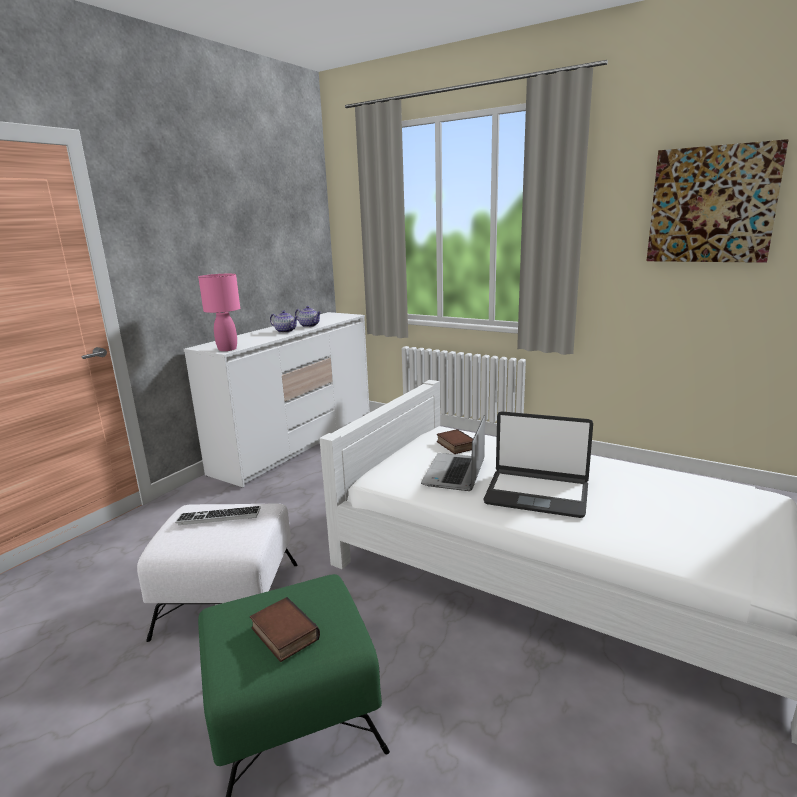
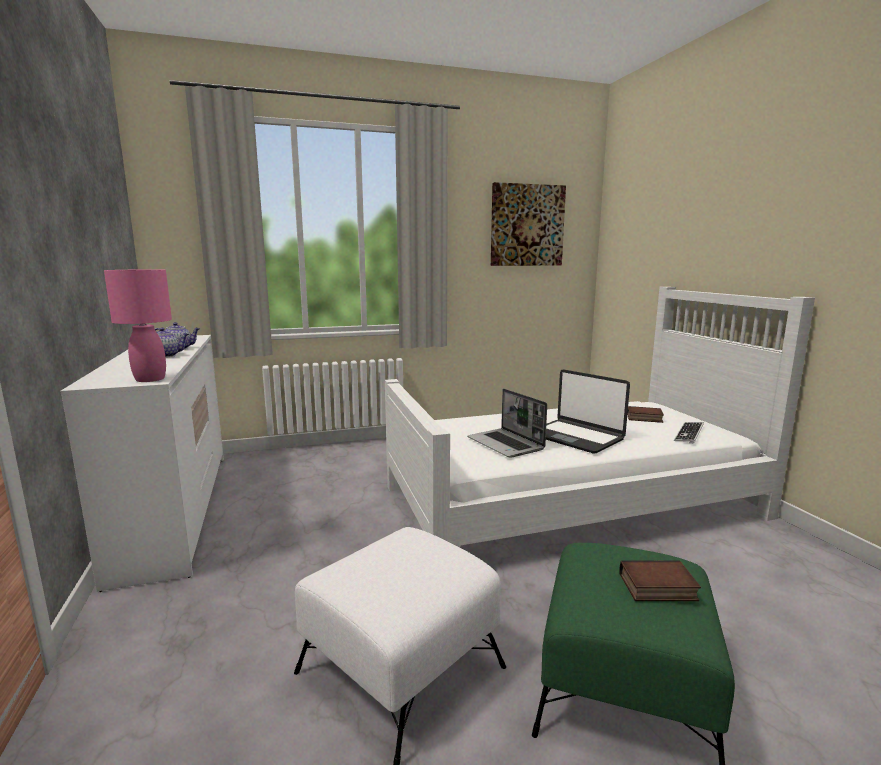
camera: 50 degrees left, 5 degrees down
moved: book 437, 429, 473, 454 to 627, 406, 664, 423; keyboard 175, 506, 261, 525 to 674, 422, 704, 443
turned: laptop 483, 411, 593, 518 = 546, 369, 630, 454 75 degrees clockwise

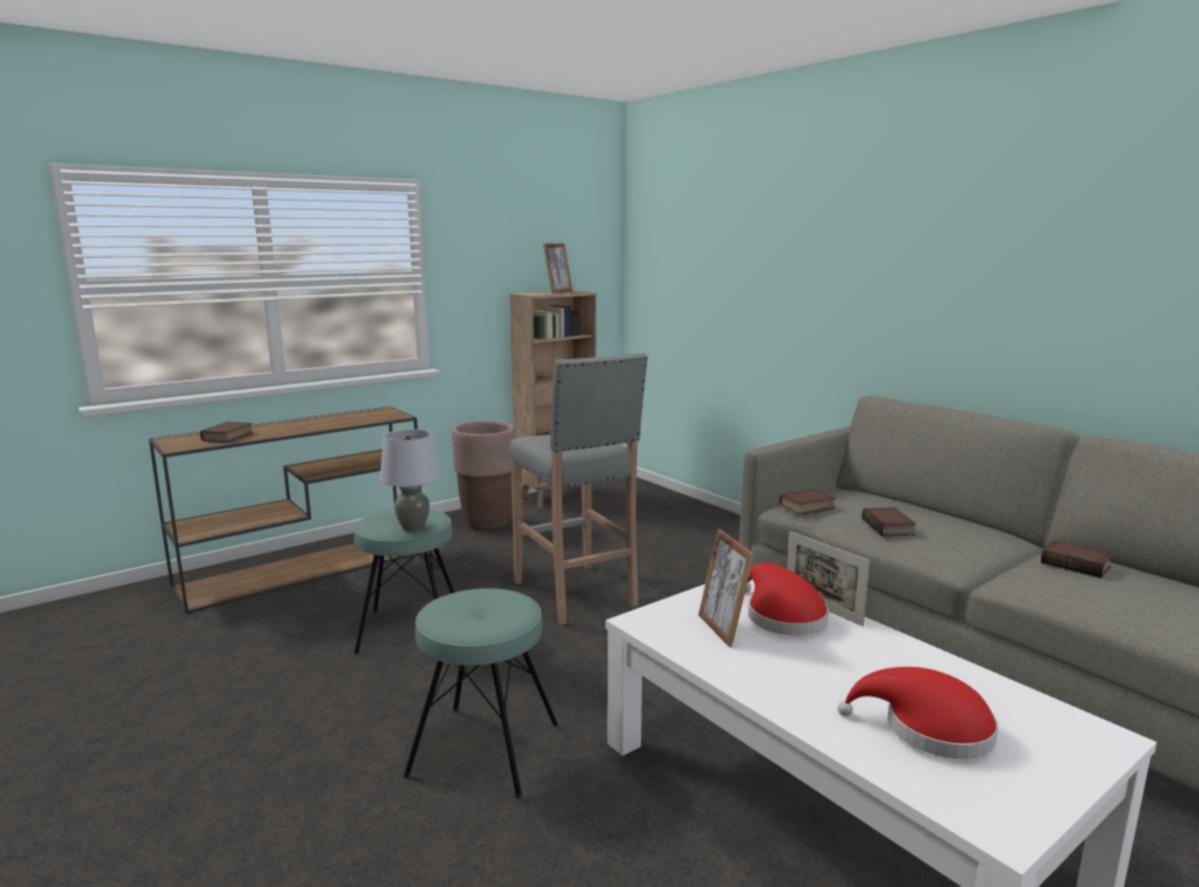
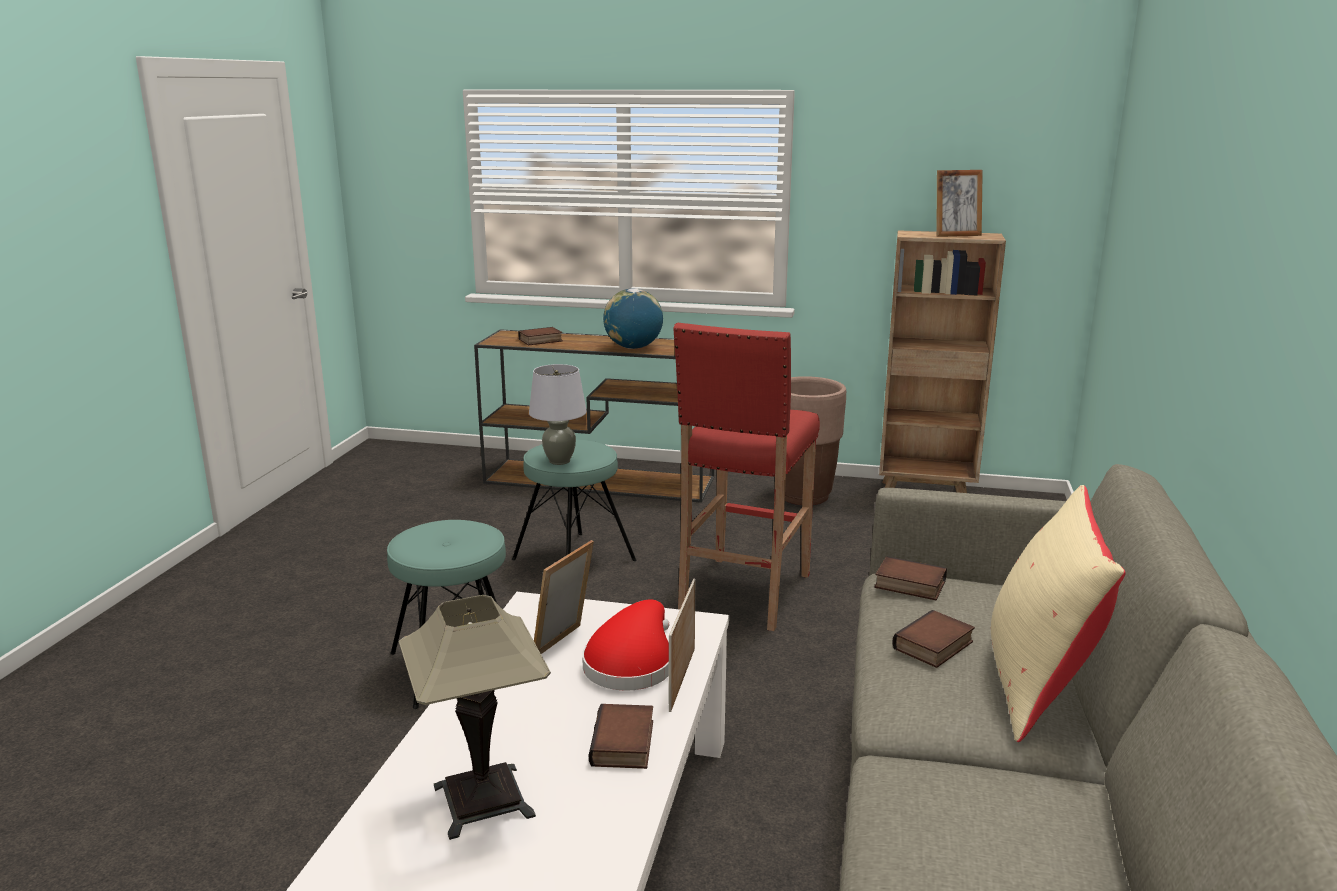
camera: 50 degrees right, 5 degrees up
added: globe 603, 288, 663, 349; beige pillow 991, 485, 1126, 742
moved: book 1041, 540, 1113, 578 to 589, 704, 653, 769
replaced: red hat 838, 667, 998, 759 to table lamp 399, 595, 551, 840
recoloured: grey stool 509, 353, 648, 625 to red stool 673, 322, 820, 631

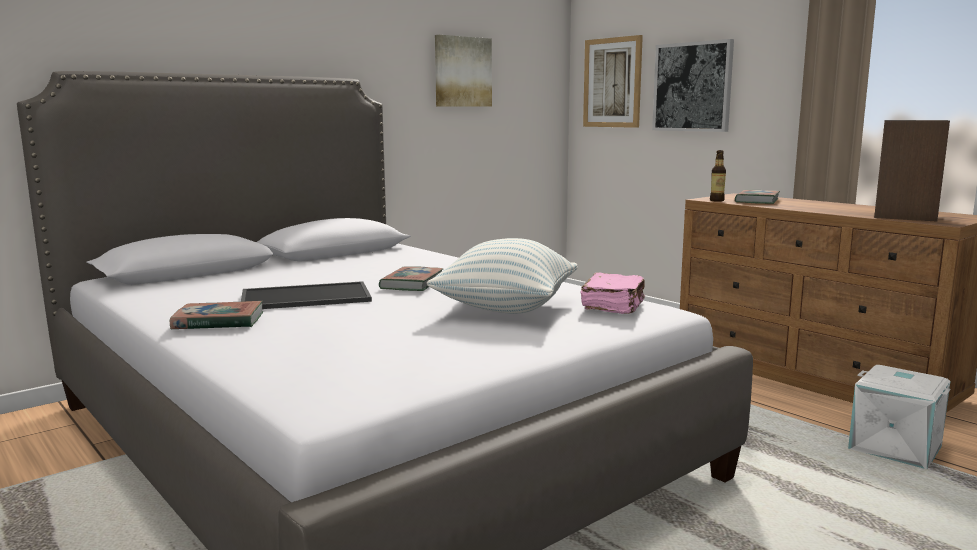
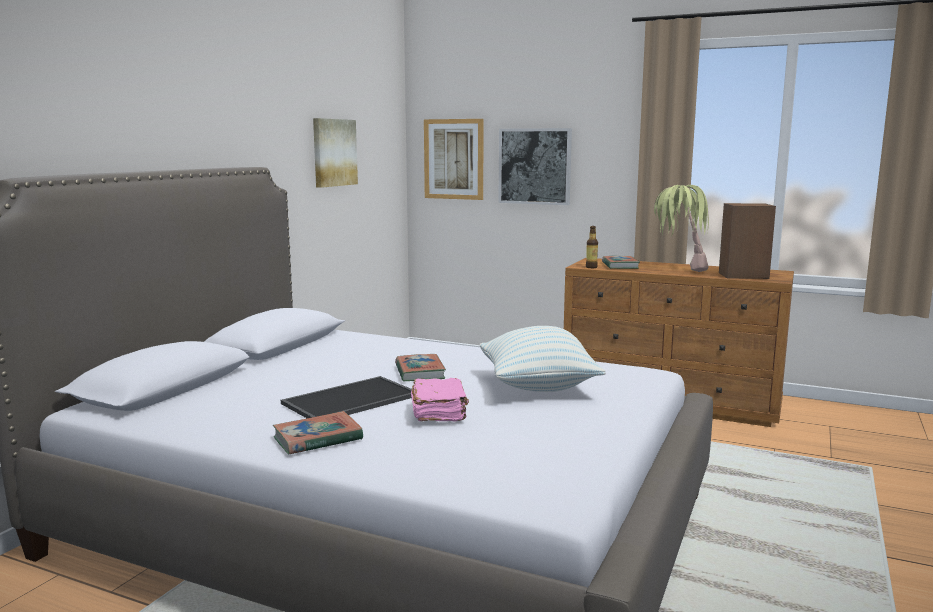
camera: 25 degrees left, 0 degrees up
removed: white storage box 848, 365, 950, 469
added: potted plant 654, 185, 709, 272
moved: pink book 580, 272, 645, 314 to 411, 378, 469, 422

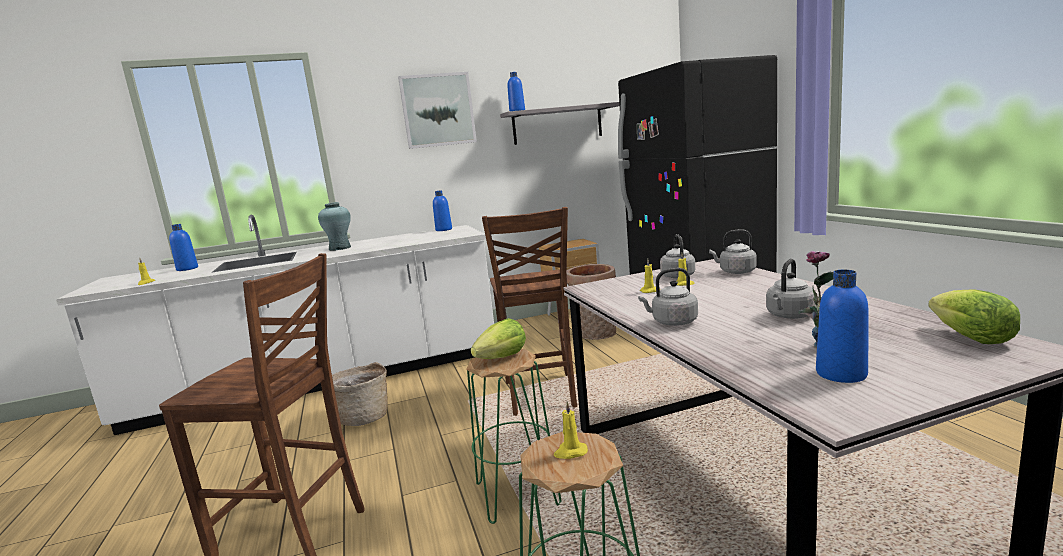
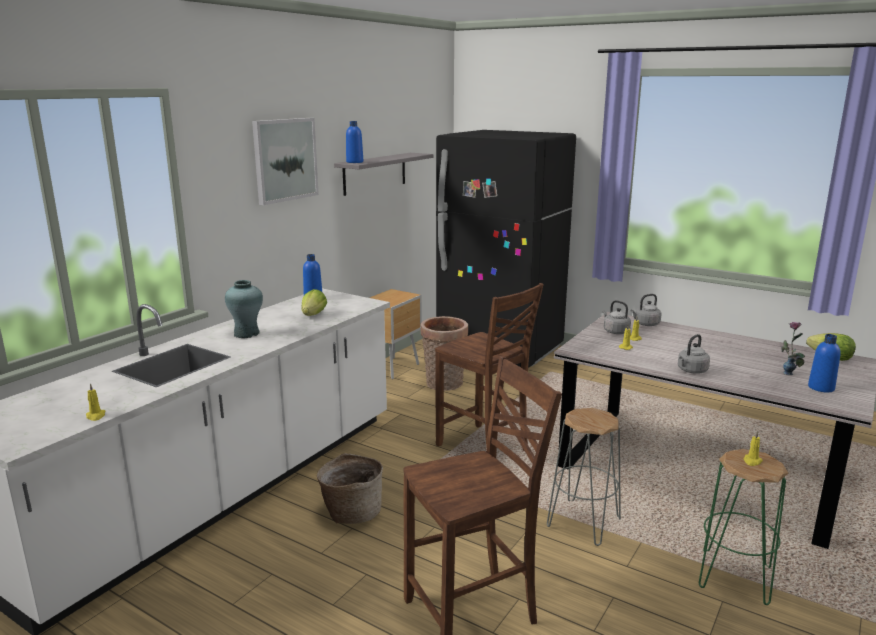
camera: 40 degrees left, 5 degrees up
removed: blue bottle 169, 224, 198, 271; grey kettle 766, 259, 816, 319
moved: lettuce 470, 318, 526, 359 to 302, 289, 327, 316
recoloured: green stool 466, 349, 561, 524 to grey stool 547, 408, 621, 546

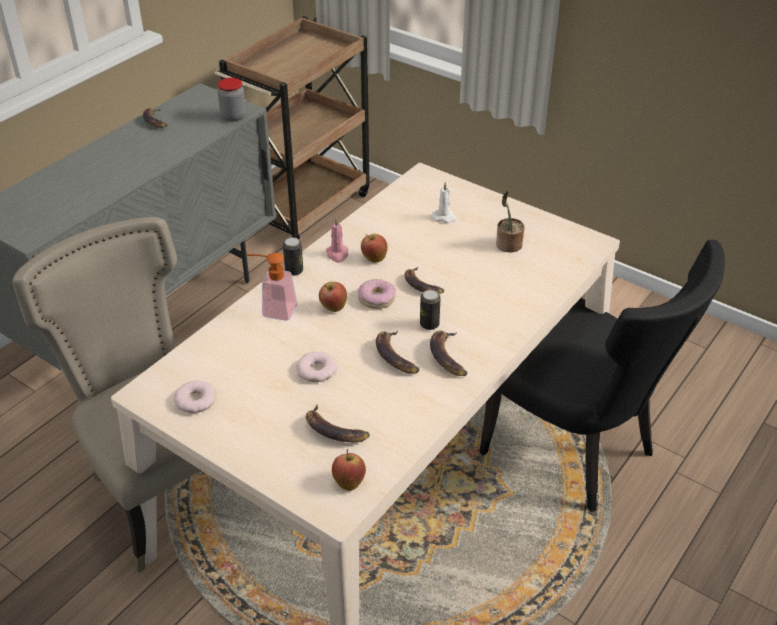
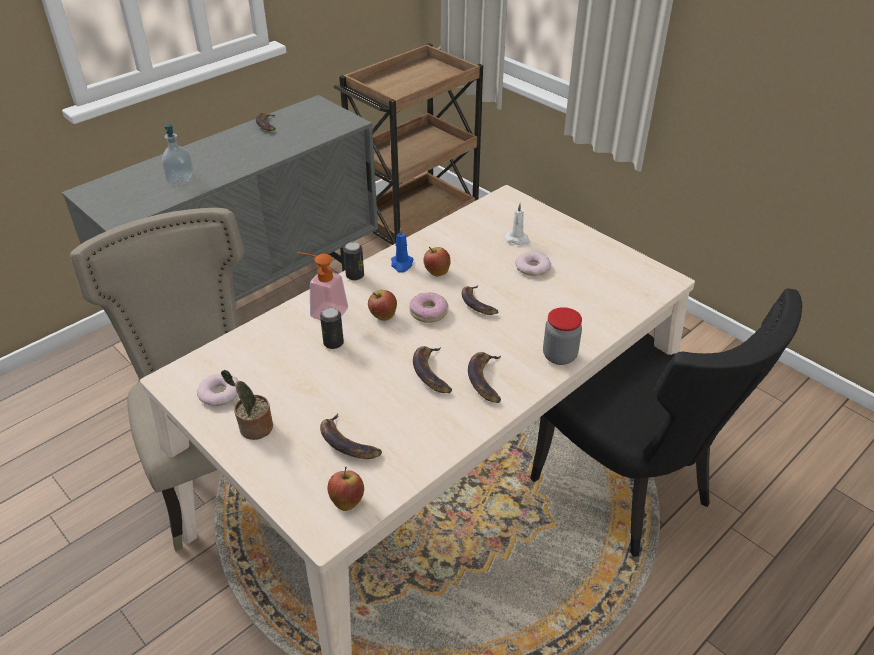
camera: 10 degrees right, 0 degrees up
added: soap dispenser 162, 124, 194, 183
moved: potted plant 496, 190, 525, 252 to 221, 369, 273, 440; can 420, 290, 441, 330 to 320, 307, 344, 349; donut 296, 352, 337, 382 to 515, 252, 551, 276; jar 217, 78, 246, 121 to 543, 307, 582, 365
recoloured: pink candle 326, 218, 348, 263 to blue candle 391, 227, 414, 273

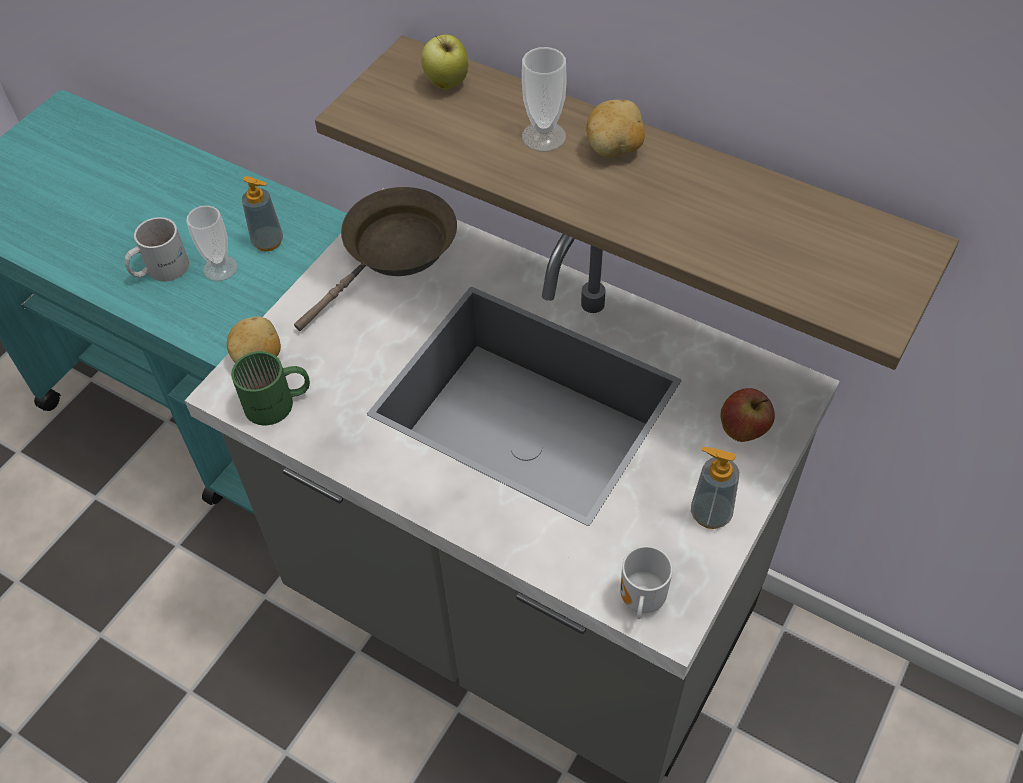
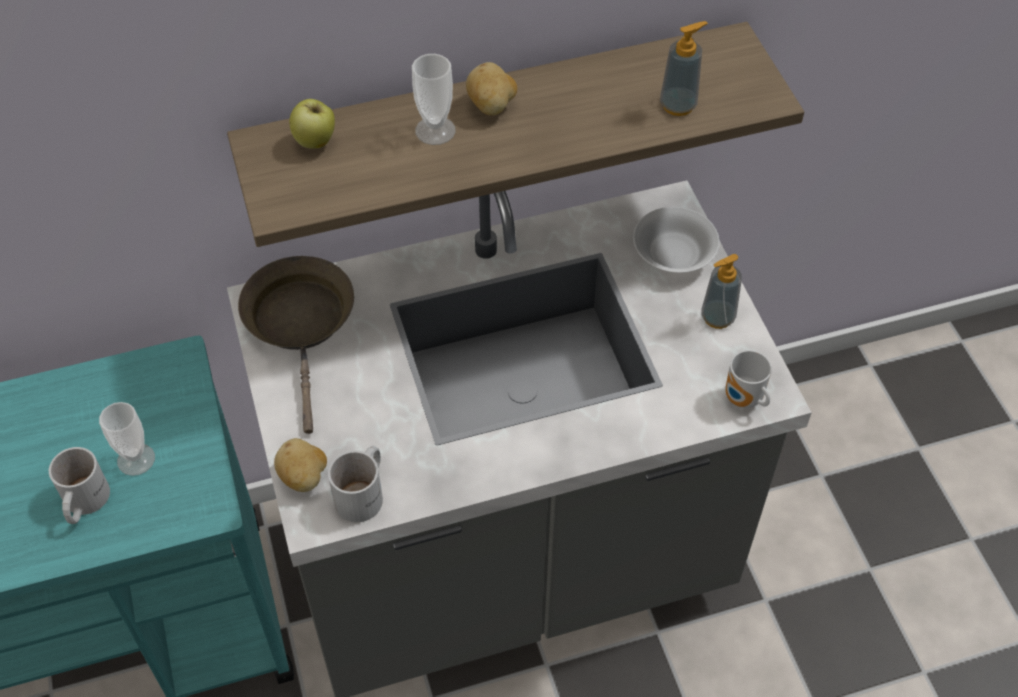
camera: 50 degrees left, 0 degrees up
moved: soap dispenser 242, 176, 283, 251 to 660, 21, 708, 116
replaced: apple 721, 388, 775, 442 to white bowl 633, 207, 720, 273
recoloured: green mug 231, 351, 310, 425 to white mug 328, 445, 383, 522

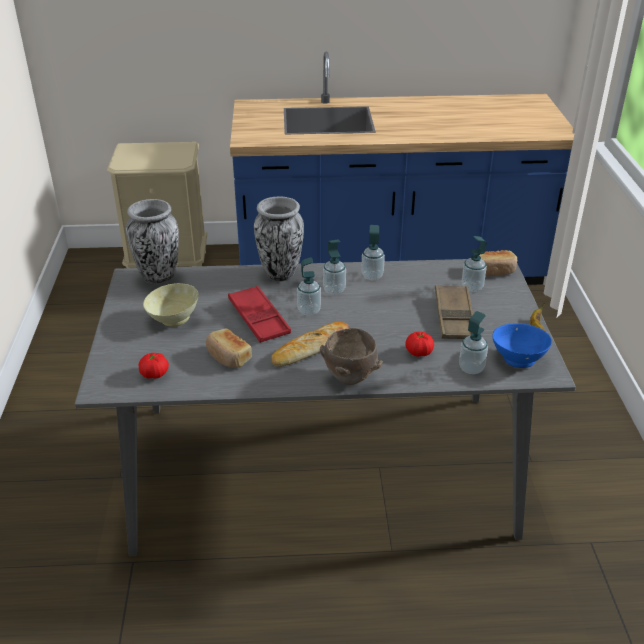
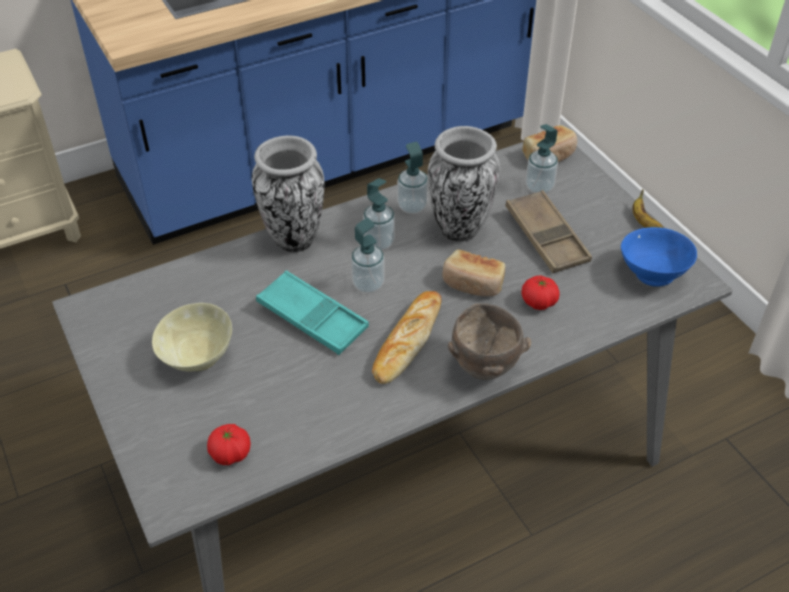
camera: 25 degrees left, 10 degrees up
removed: soap dispenser 459, 311, 488, 374
moved: vase 126, 199, 179, 284 to 428, 126, 500, 242; bread 206, 328, 252, 368 to 442, 249, 505, 296
recoloured: red tray 228, 286, 291, 343 to turquoise tray 256, 270, 369, 355

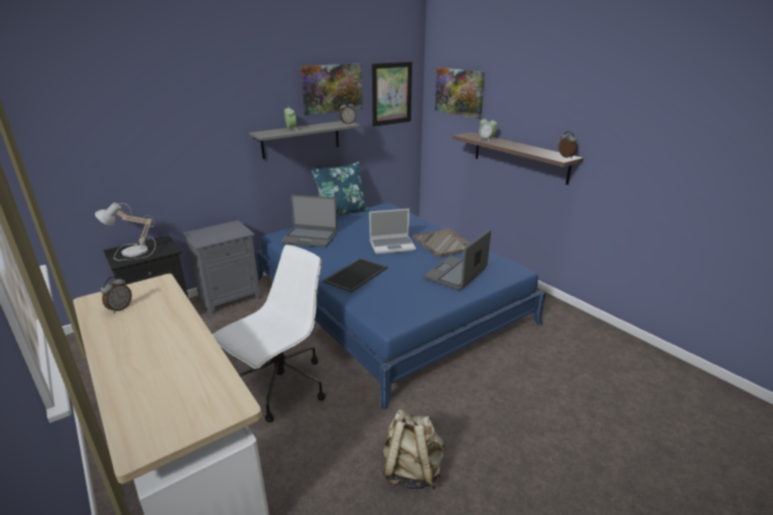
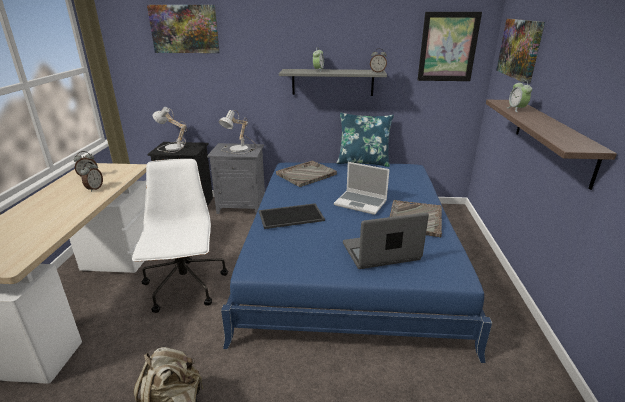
camera: 40 degrees right, 0 degrees up
added: table lamp 219, 110, 257, 154
moved: alarm clock 558, 131, 577, 159 to 80, 162, 103, 192; picture 300, 63, 363, 115 to 147, 5, 220, 53
replaced: laptop 281, 195, 337, 247 to grey tray 276, 161, 337, 187
turned: white office chair 212, 245, 326, 423 = 132, 159, 228, 313 90 degrees counterclockwise

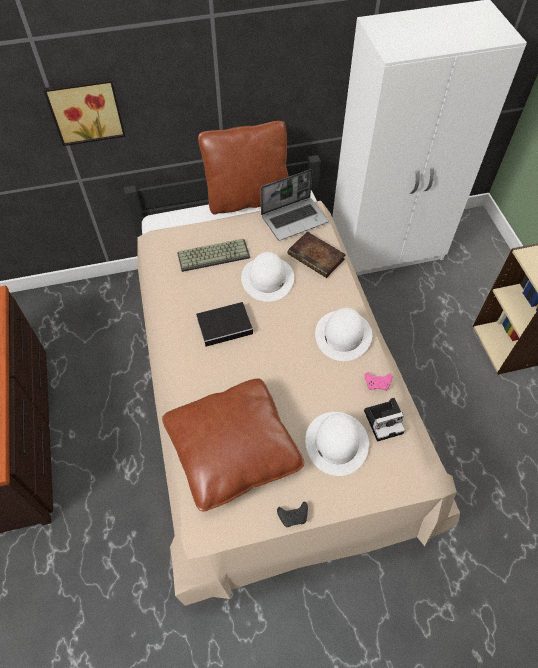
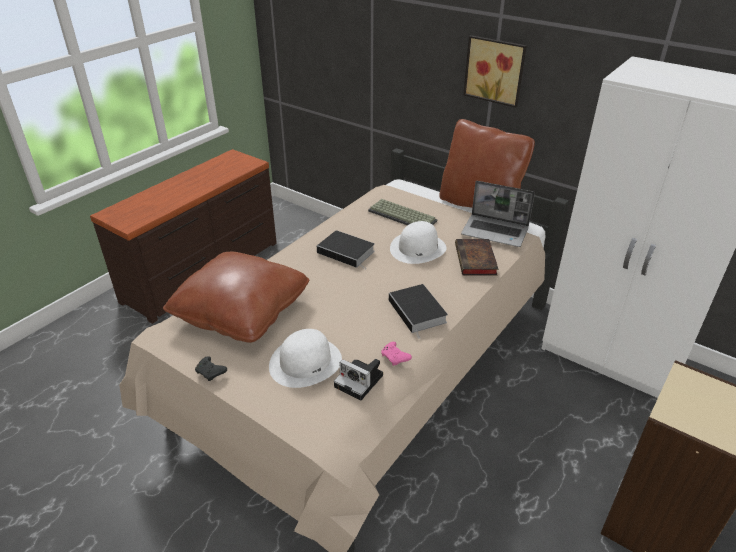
camera: 50 degrees right, 20 degrees down
moved: picture 43, 79, 126, 146 to 463, 35, 527, 108
replaced: white hat 315, 308, 372, 361 to book 389, 284, 448, 339

